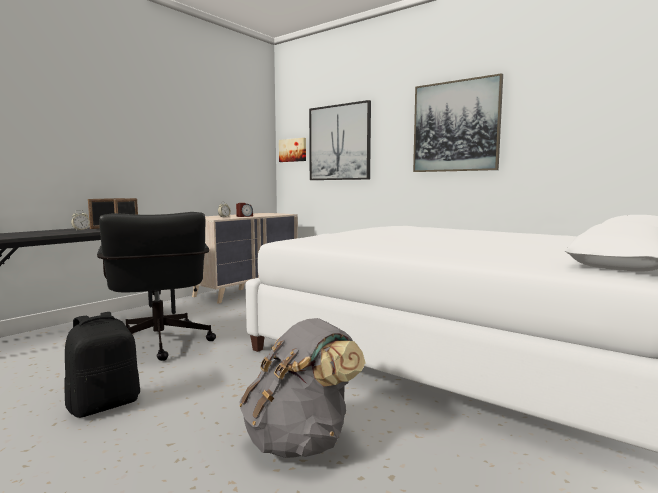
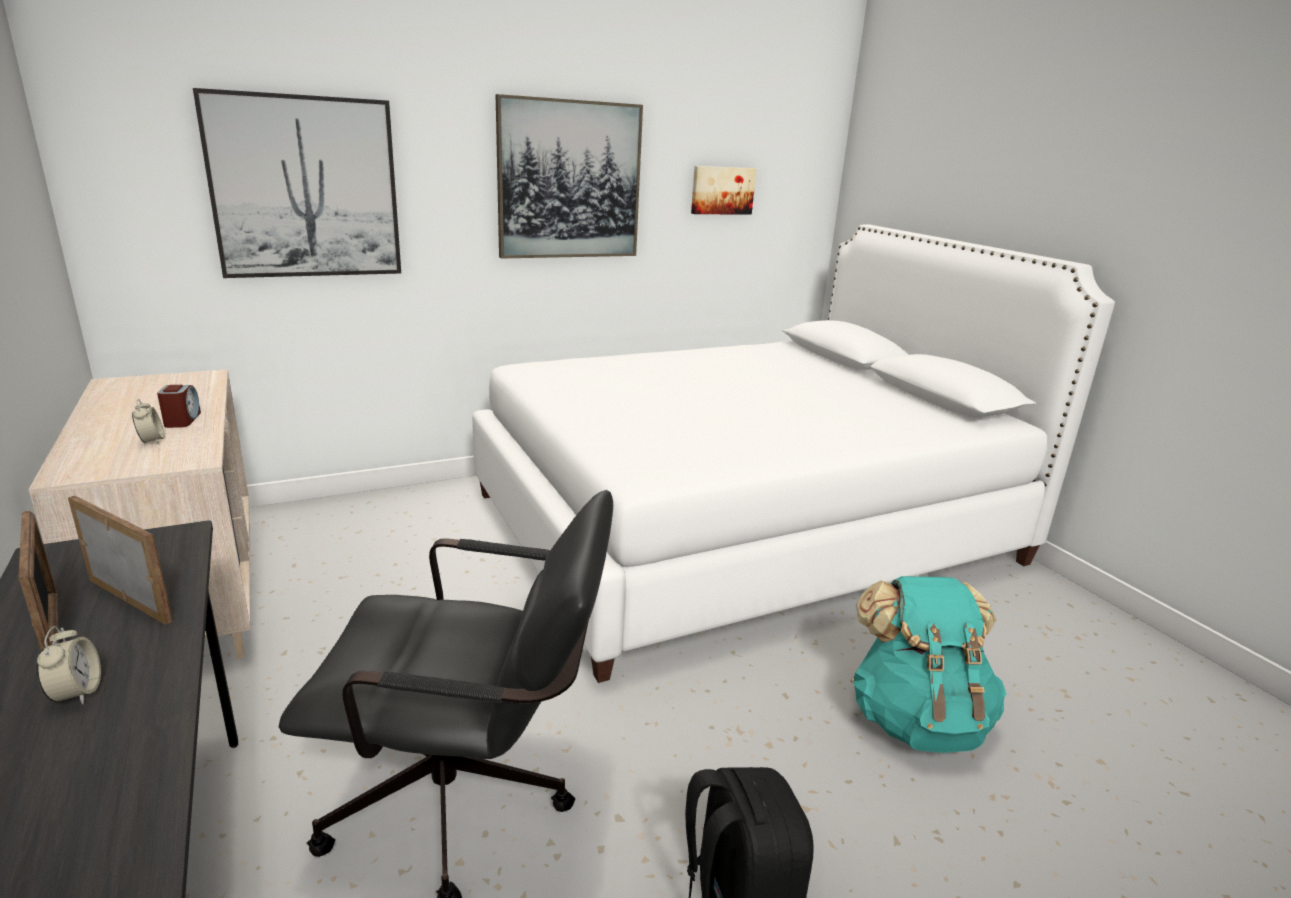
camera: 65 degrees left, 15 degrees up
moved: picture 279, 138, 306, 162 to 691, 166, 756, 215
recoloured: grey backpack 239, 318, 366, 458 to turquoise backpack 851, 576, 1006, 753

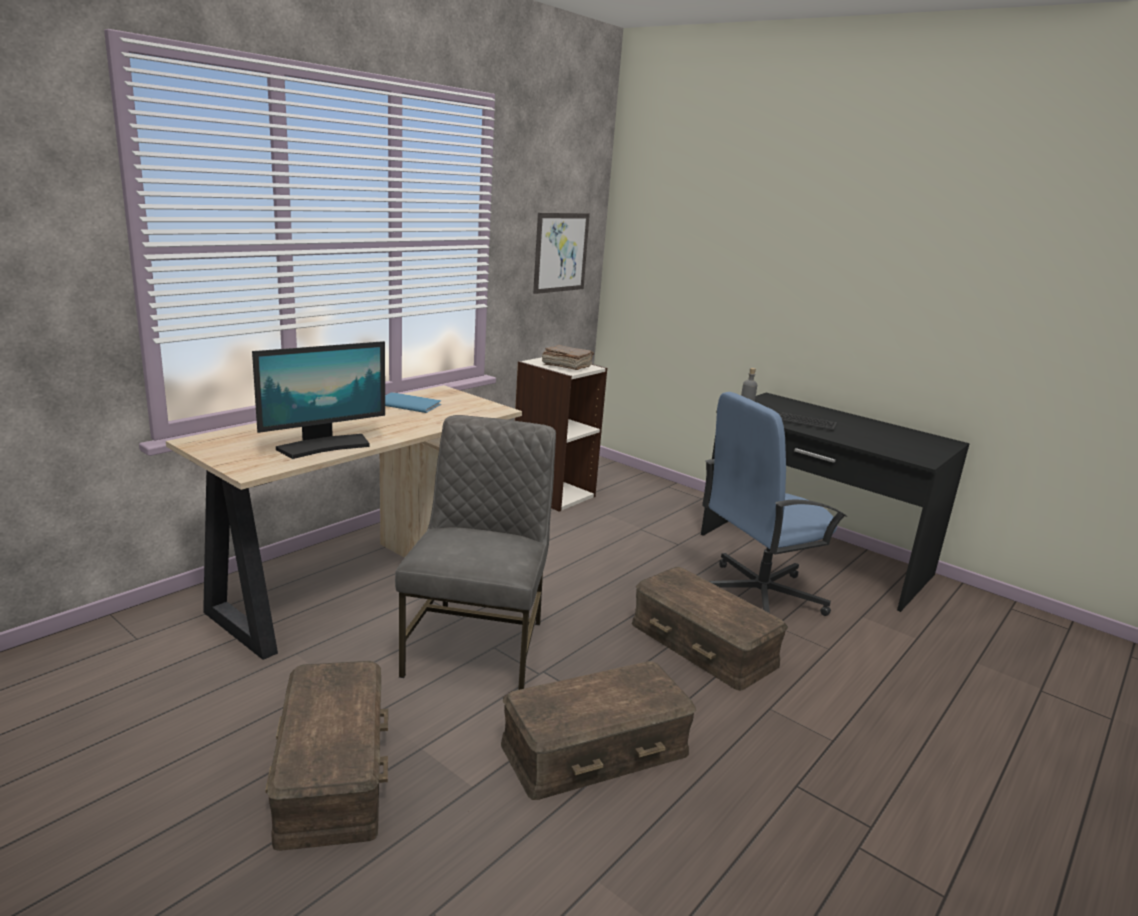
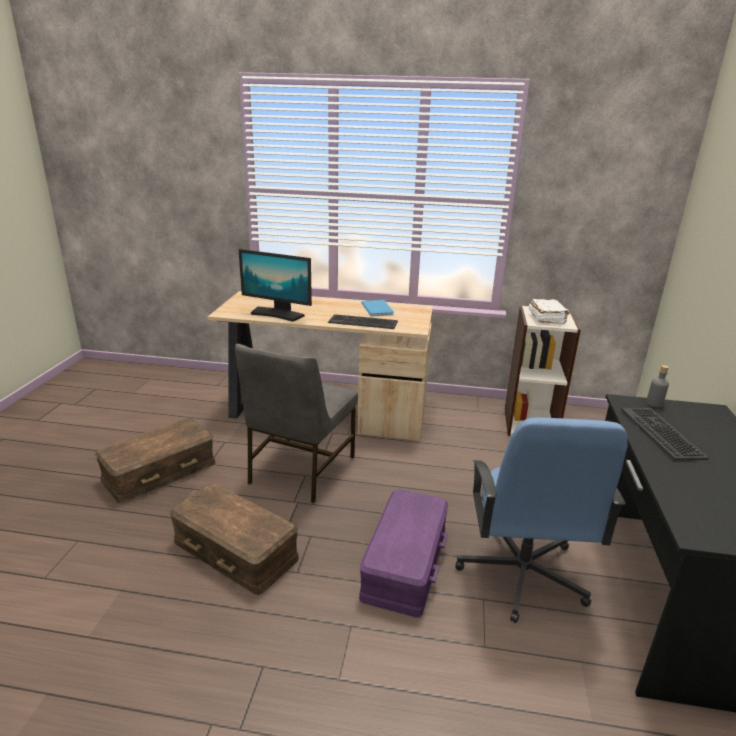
camera: 60 degrees right, 5 degrees up
removed: picture 533, 213, 590, 294
added: keyboard 328, 314, 398, 329
recoloured: brown storage box 632, 567, 788, 691 to purple storage box 359, 489, 448, 618; brown book 542, 345, 594, 370 to white book 528, 299, 570, 324
turned: grey chair 395, 415, 556, 690 = 235, 344, 358, 503 135 degrees clockwise; blue office chair 702, 392, 847, 616 = 455, 418, 628, 623 120 degrees counterclockwise

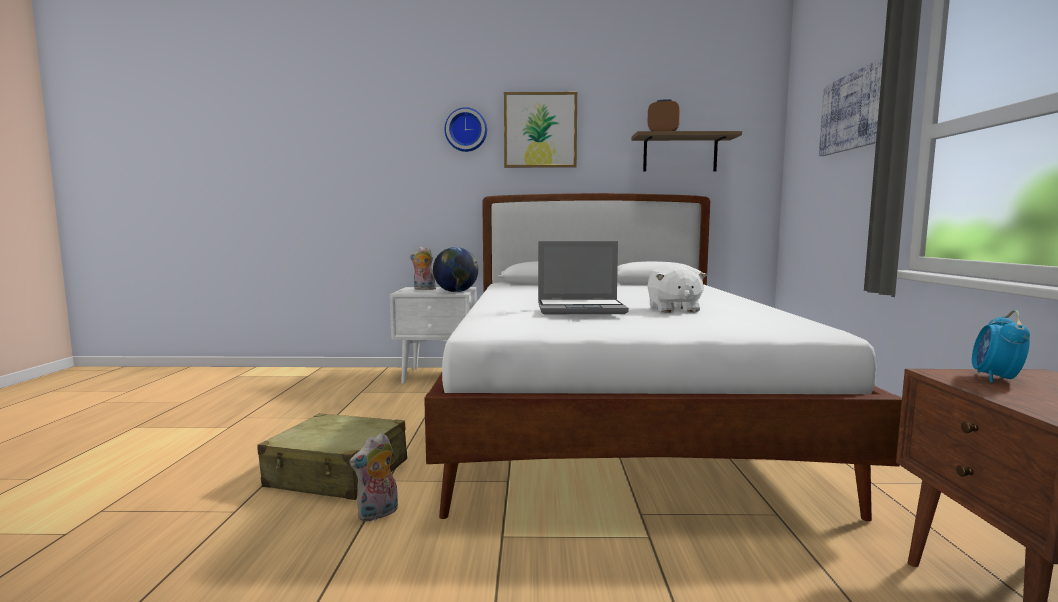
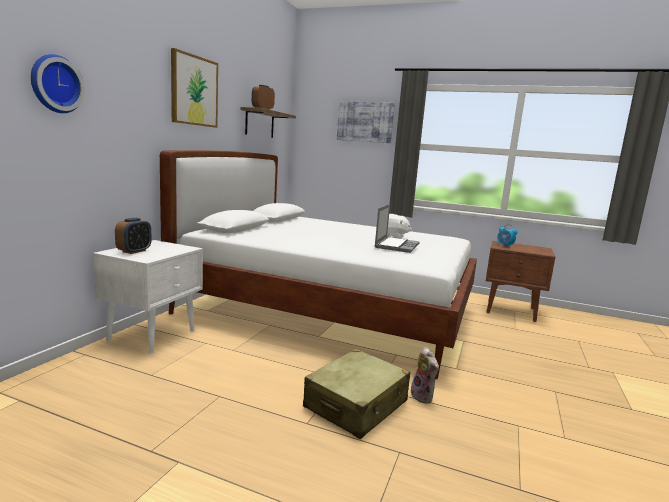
camera: 70 degrees left, 5 degrees up
removed: globe 433, 247, 478, 292
moved: wall clock 445, 107, 487, 152 to 31, 54, 85, 113
replaced: plush toy 410, 247, 436, 290 to alarm clock 115, 218, 151, 254

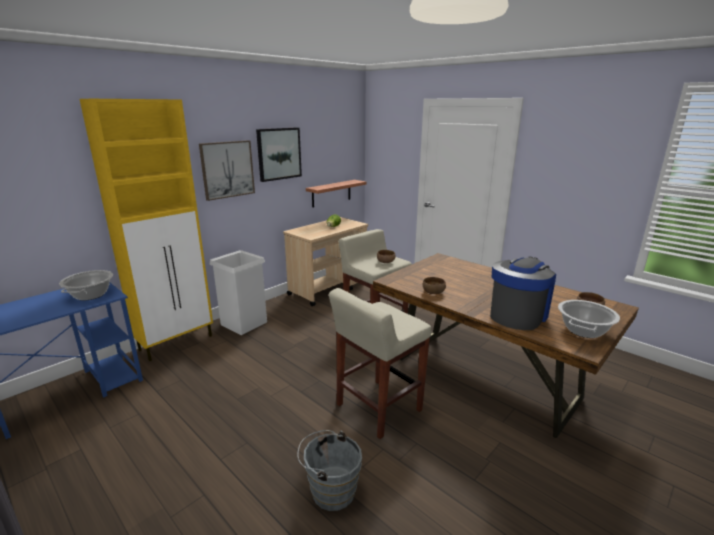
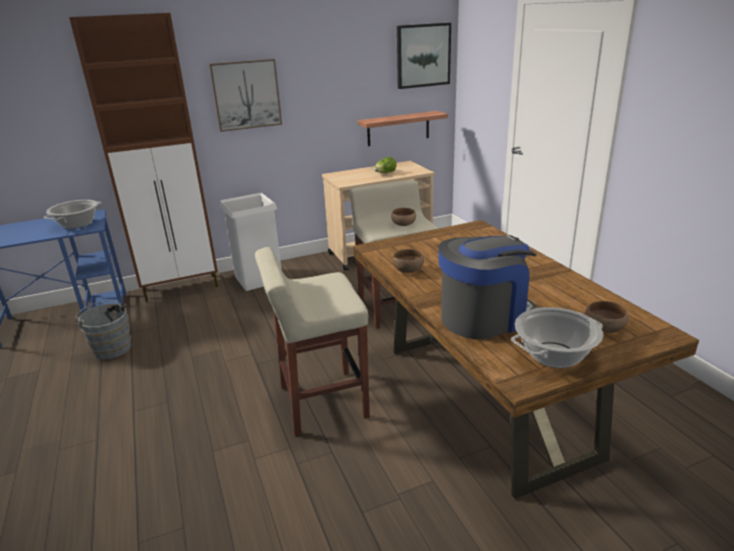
camera: 25 degrees right, 5 degrees up
moved: grey bucket 297, 430, 362, 511 to 76, 301, 131, 360; picture 256, 127, 302, 182 to 397, 23, 451, 89
recoloured: yellow cabinet 80, 99, 213, 361 to brown cabinet 69, 13, 218, 302

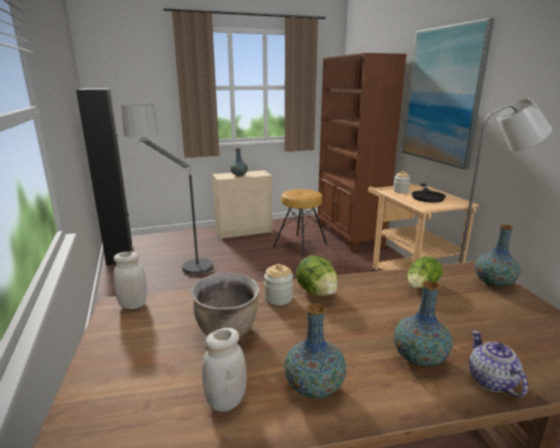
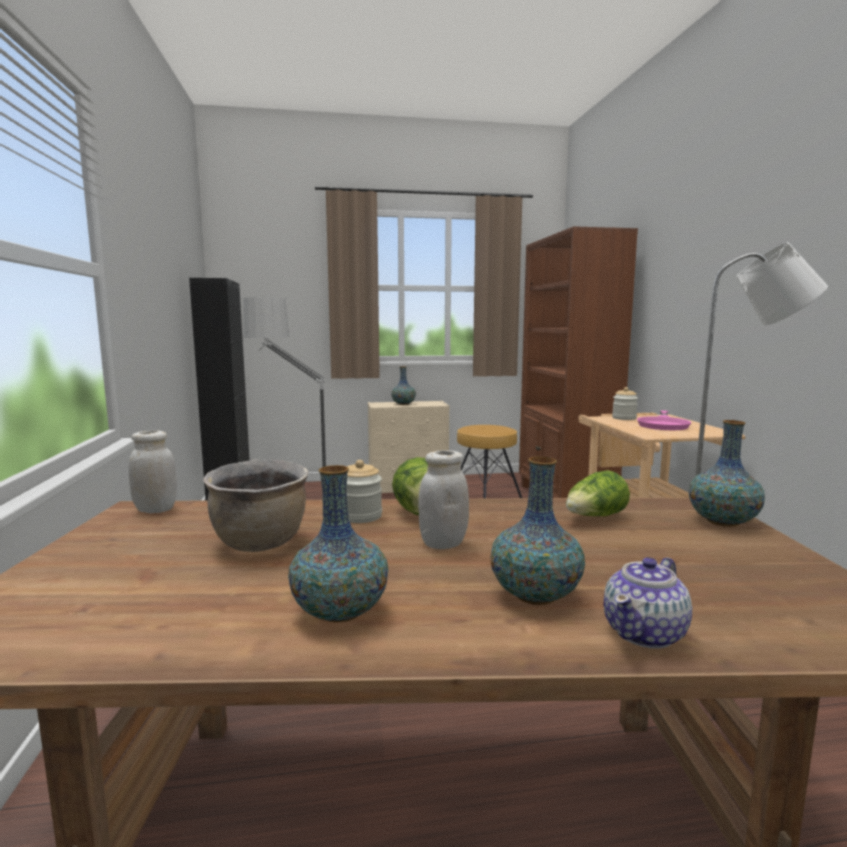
camera: 10 degrees right, 10 degrees down
removed: picture 402, 18, 494, 169
moved: white jar 202, 328, 247, 411 to 418, 450, 469, 549
recoloured: black frying pan 412, 184, 446, 203 to pink frying pan 637, 410, 691, 430
turned: teapot 469, 330, 528, 398 = 604, 557, 692, 649 135 degrees counterclockwise

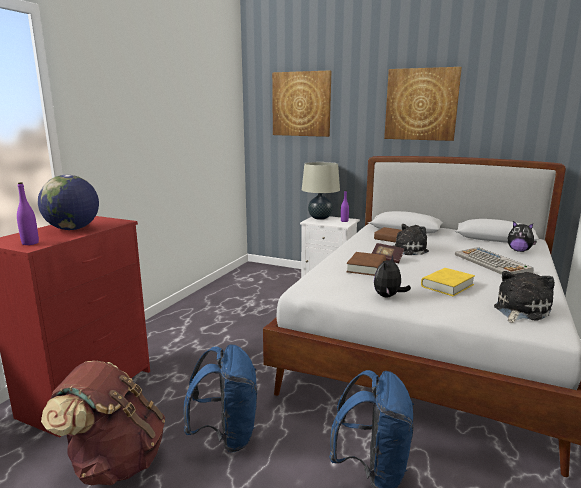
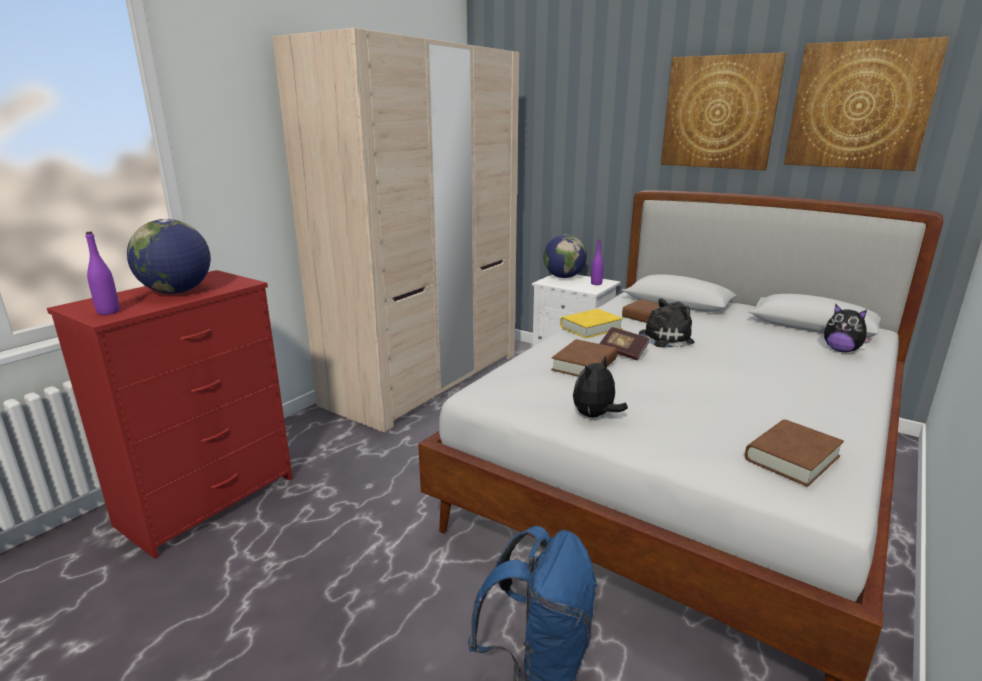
camera: 10 degrees right, 5 degrees up
removed: brown backpack 41, 361, 165, 485; blue backpack 184, 344, 257, 452; keyboard 455, 247, 534, 275
added: beige wardrobe 272, 28, 519, 432
moved: yellow book 421, 268, 475, 296 to 560, 309, 623, 339; picture 272, 70, 331, 137 to 784, 37, 950, 171
replaced: beige table lamp 302, 162, 340, 220 to globe 543, 234, 587, 278; plush toy 494, 271, 555, 323 to brown book 745, 419, 844, 487

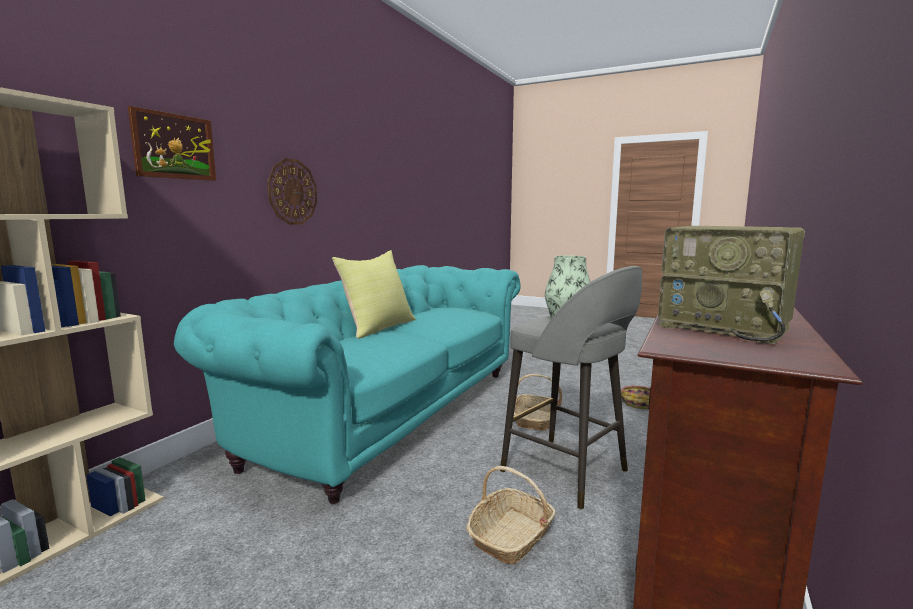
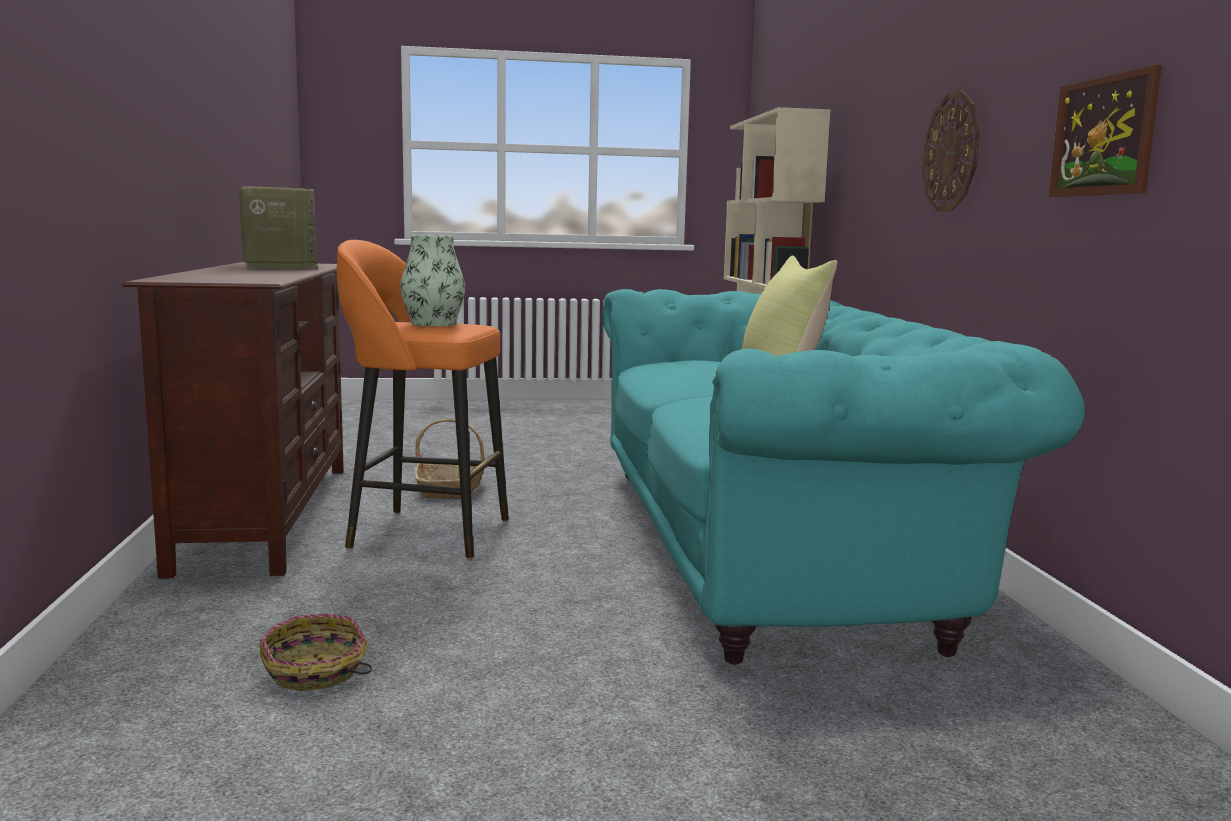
camera: 145 degrees right, 0 degrees up
removed: basket 514, 374, 562, 431
moved: picture 128, 106, 216, 181 to 1048, 65, 1162, 197
recoloured: grey stool 500, 266, 642, 509 to orange stool 337, 240, 509, 559
turned: radio 658, 226, 805, 344 = 239, 186, 317, 269 60 degrees clockwise

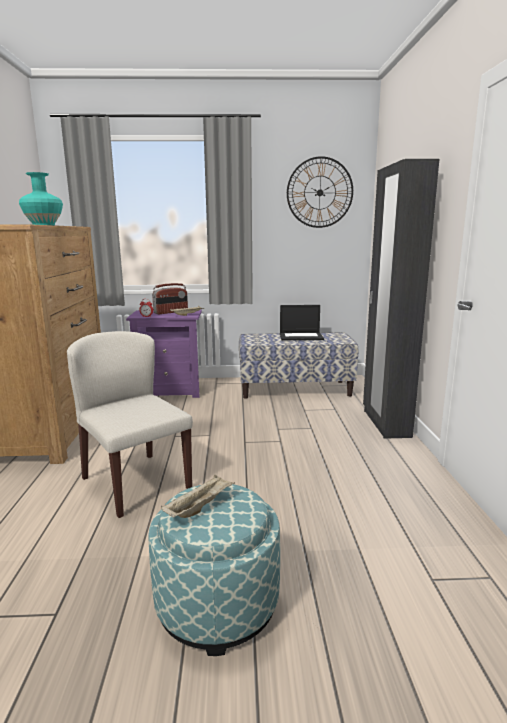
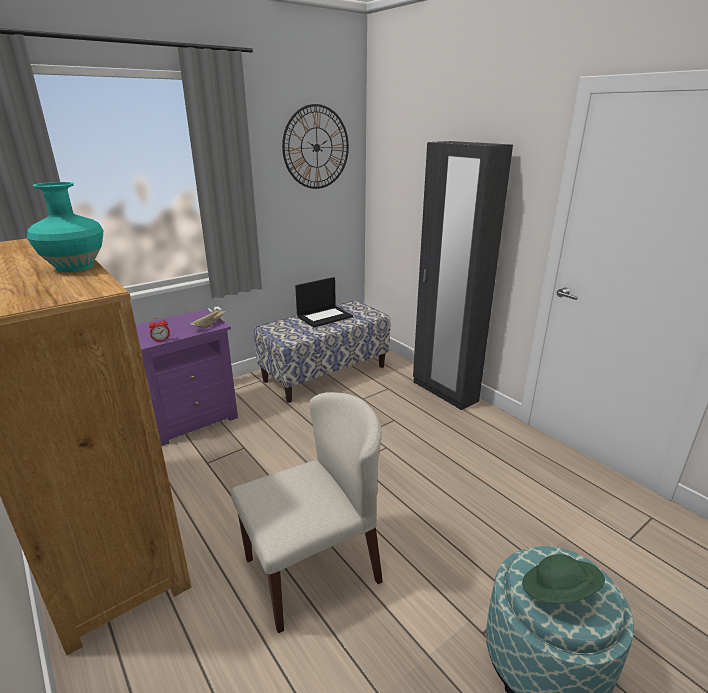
camera: 35 degrees left, 10 degrees up
removed: radio 152, 283, 188, 314
replaced: beige tray 161, 474, 235, 518 to green hat 522, 554, 605, 604
turned: beige chair 67, 331, 193, 518 = 231, 392, 383, 634 135 degrees clockwise

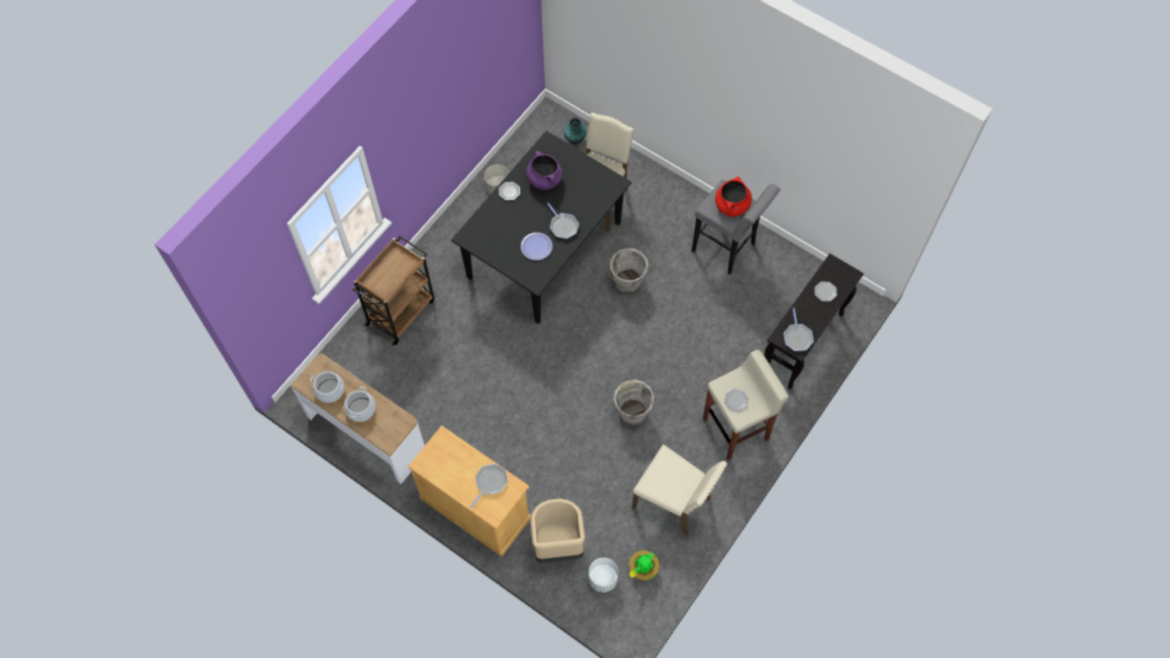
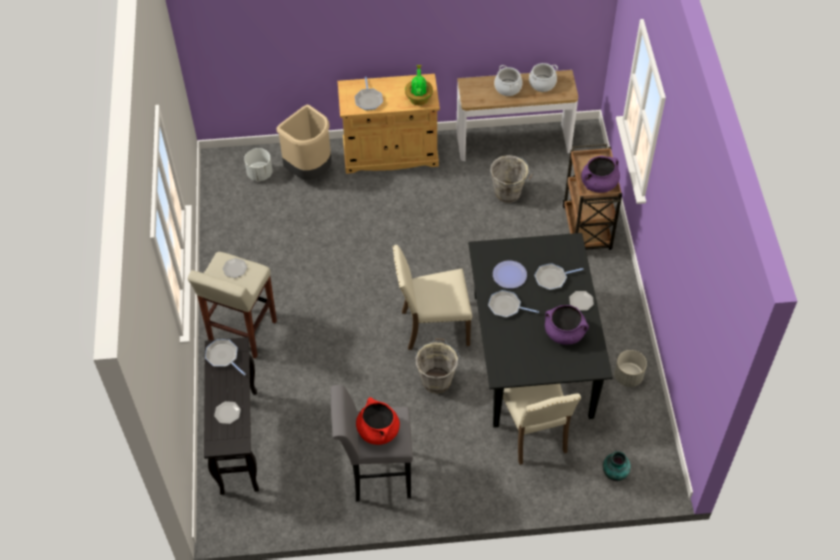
camera: 140 degrees right, 10 degrees down
added: frying pan 535, 263, 584, 290; purple cooking pot 581, 156, 620, 193
moved: beige chair 632, 445, 727, 536 to 392, 245, 472, 350; potted plant 629, 550, 659, 581 to 405, 65, 433, 105; grey bucket 612, 376, 654, 425 to 490, 155, 533, 203

